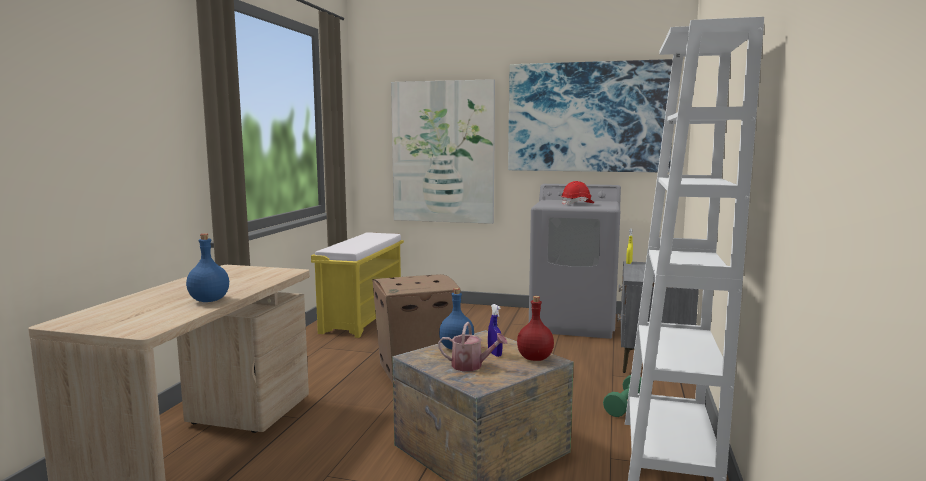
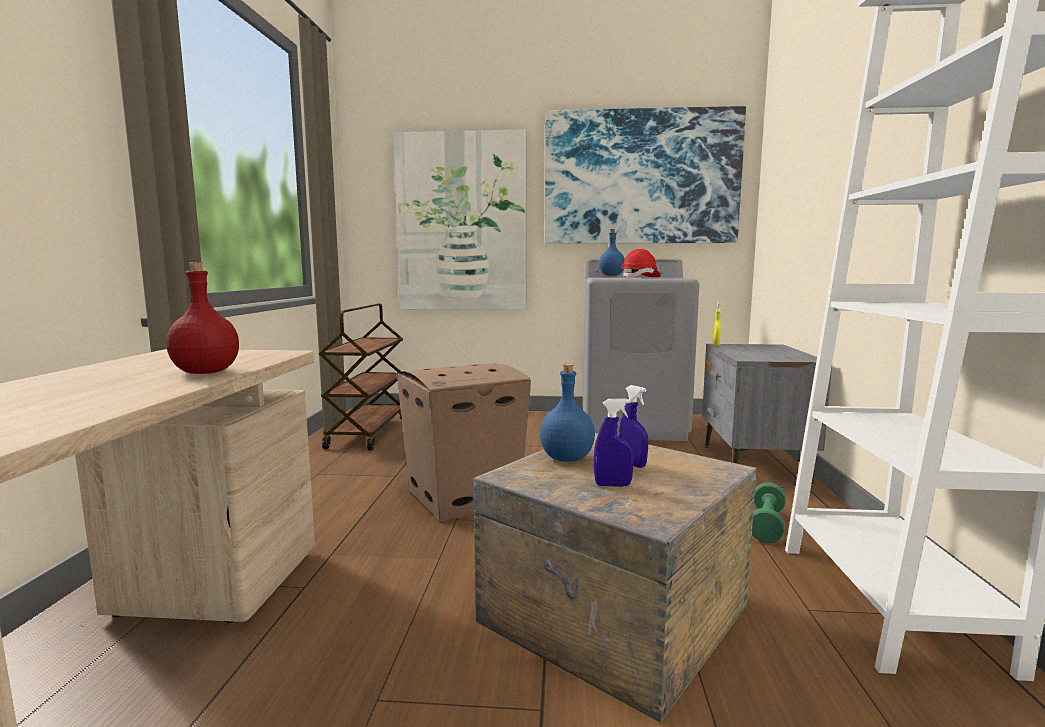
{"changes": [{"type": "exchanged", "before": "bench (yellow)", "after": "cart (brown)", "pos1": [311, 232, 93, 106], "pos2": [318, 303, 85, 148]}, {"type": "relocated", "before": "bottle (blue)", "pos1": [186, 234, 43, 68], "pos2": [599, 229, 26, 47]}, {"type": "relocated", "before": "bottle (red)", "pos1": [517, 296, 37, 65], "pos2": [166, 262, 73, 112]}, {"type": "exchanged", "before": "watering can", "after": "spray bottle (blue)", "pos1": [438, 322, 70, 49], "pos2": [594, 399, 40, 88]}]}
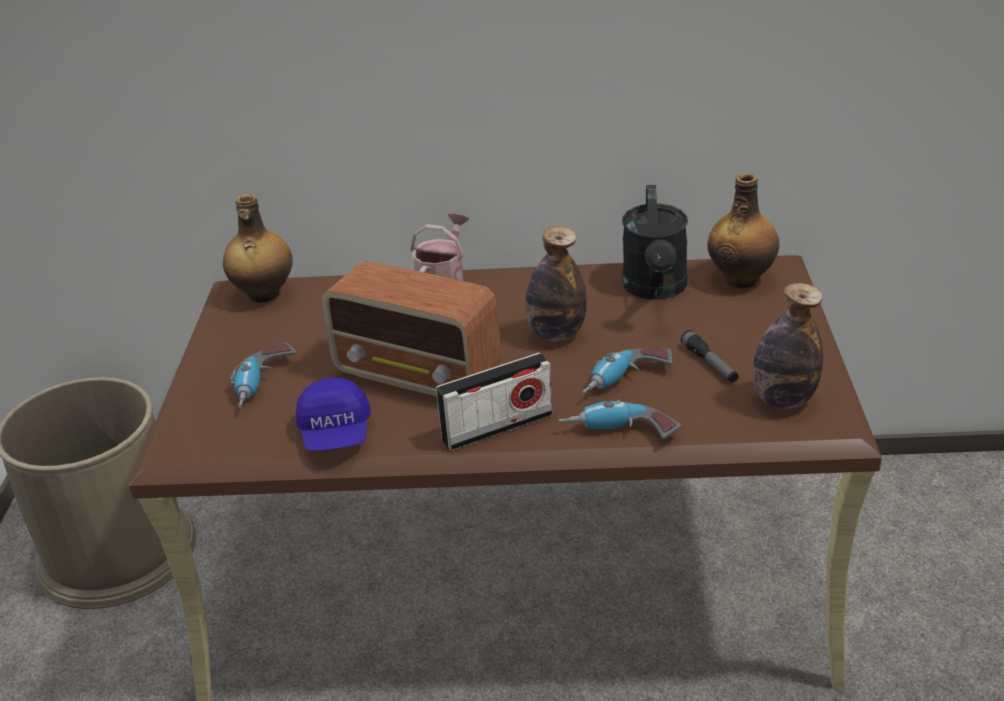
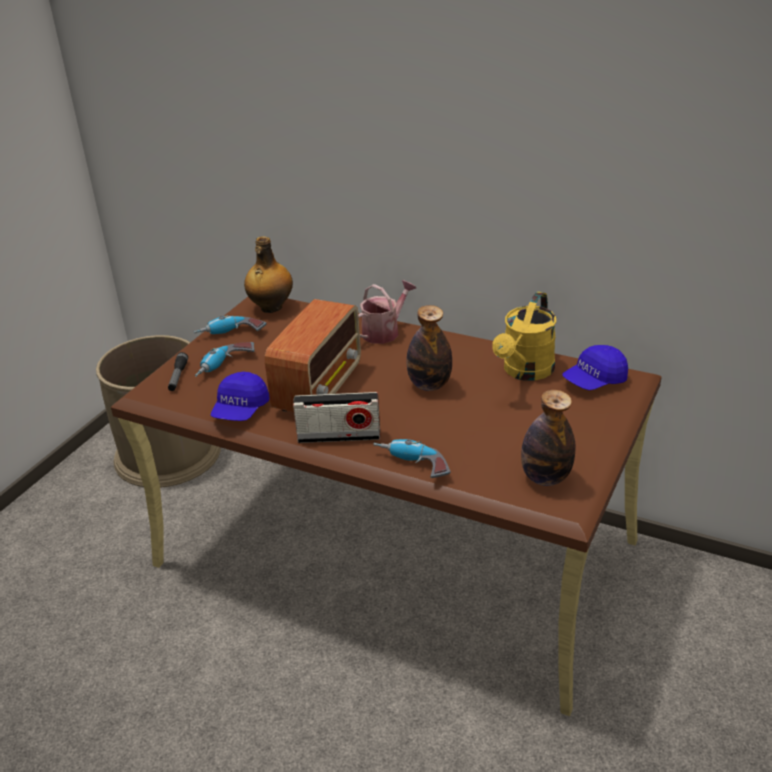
{"changes": [{"type": "exchanged", "before": "bottle", "after": "cap (blue)", "pos1": [708, 173, 71, 115], "pos2": [562, 345, 66, 45]}, {"type": "colour", "before": "watering can (black)", "after": "watering can (yellow)", "pos1": [622, 185, 66, 115], "pos2": [492, 291, 64, 90]}, {"type": "spun", "before": "radio", "pos1": [322, 261, 179, 136], "pos2": [265, 299, 96, 113], "turn": -120}, {"type": "relocated", "before": "flashlight", "pos1": [681, 330, 58, 52], "pos2": [168, 352, 20, 39]}, {"type": "relocated", "before": "power drill", "pos1": [581, 348, 91, 47], "pos2": [193, 315, 73, 19]}]}
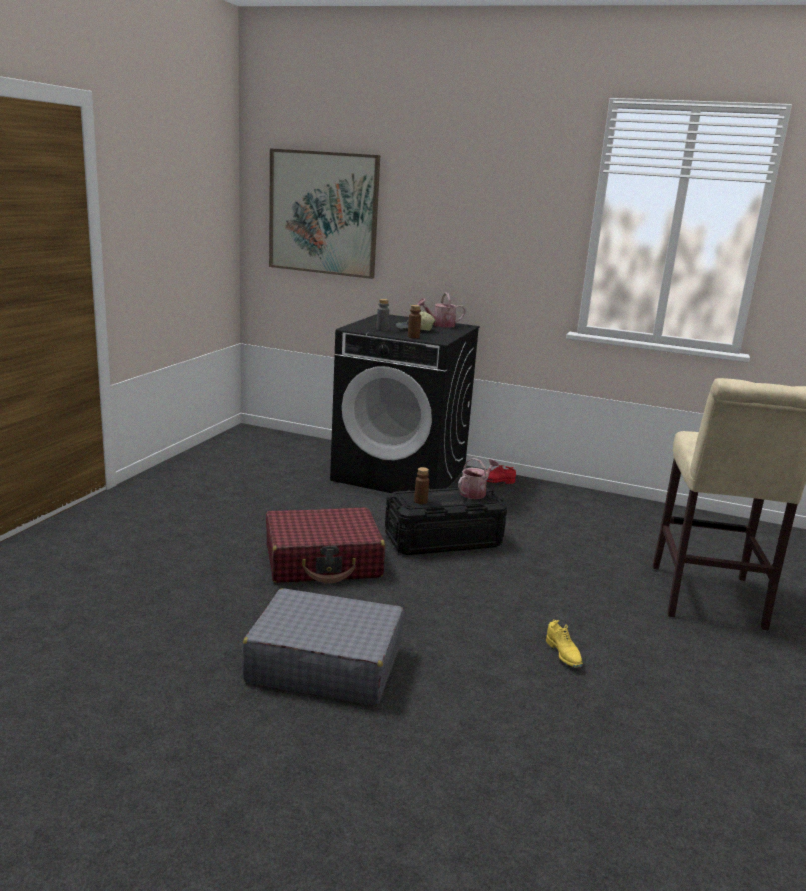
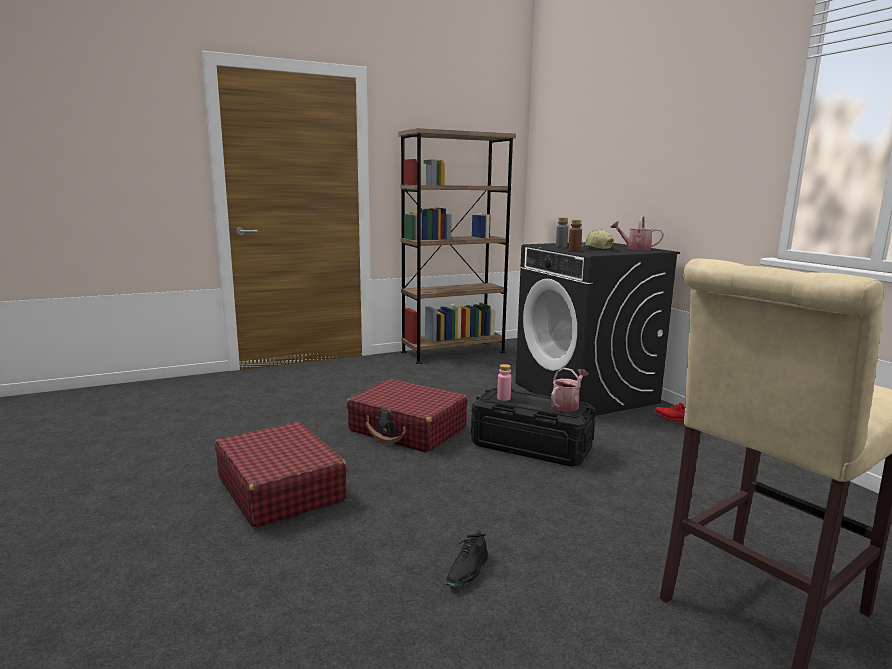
{"changes": [{"type": "missing", "before": "picture", "pos1": [269, 148, 111, 131]}, {"type": "spun", "before": "watering can", "pos1": [458, 458, 40, 41], "pos2": [551, 368, 38, 44], "turn": -45}, {"type": "colour", "before": "bottle (brown)", "after": "bottle (pink)", "pos1": [414, 467, 15, 37], "pos2": [497, 364, 15, 37]}, {"type": "colour", "before": "suitcase (grey)", "after": "suitcase (red)", "pos1": [242, 588, 162, 117], "pos2": [215, 422, 132, 106]}, {"type": "colour", "before": "shoe (yellow)", "after": "shoe (black)", "pos1": [546, 620, 37, 48], "pos2": [446, 530, 42, 57]}, {"type": "appeared", "after": "bookcase (brown)", "pos2": [398, 128, 118, 236]}]}
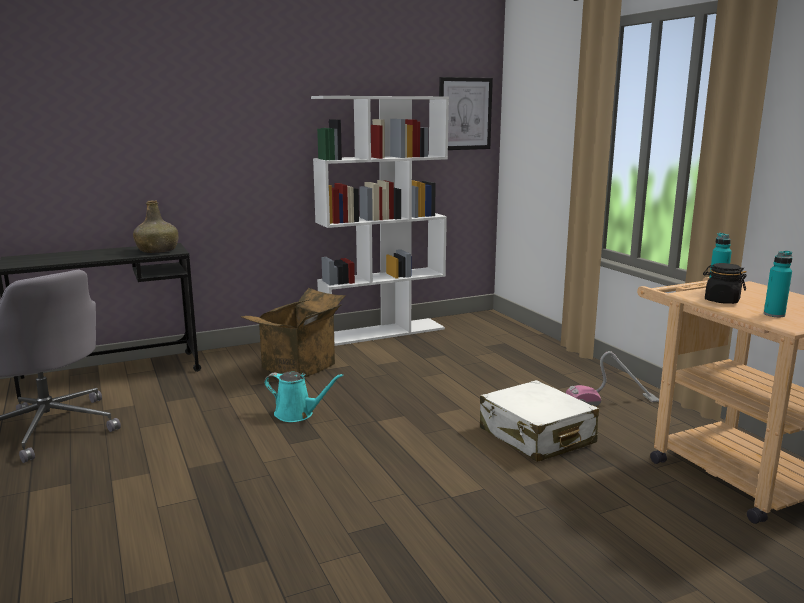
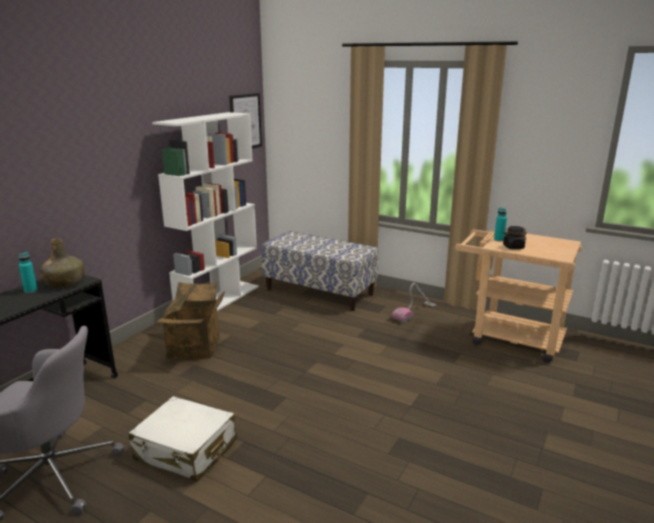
{"changes": [{"type": "relocated", "before": "bottle (turquoise)", "pos1": [764, 251, 28, 66], "pos2": [19, 252, 19, 41]}, {"type": "missing", "before": "watering can (turquoise)", "pos1": [264, 372, 79, 50]}, {"type": "relocated", "before": "suitcase (white)", "pos1": [480, 380, 119, 82], "pos2": [128, 396, 109, 86]}, {"type": "appeared", "after": "bench", "pos2": [261, 231, 117, 80]}]}
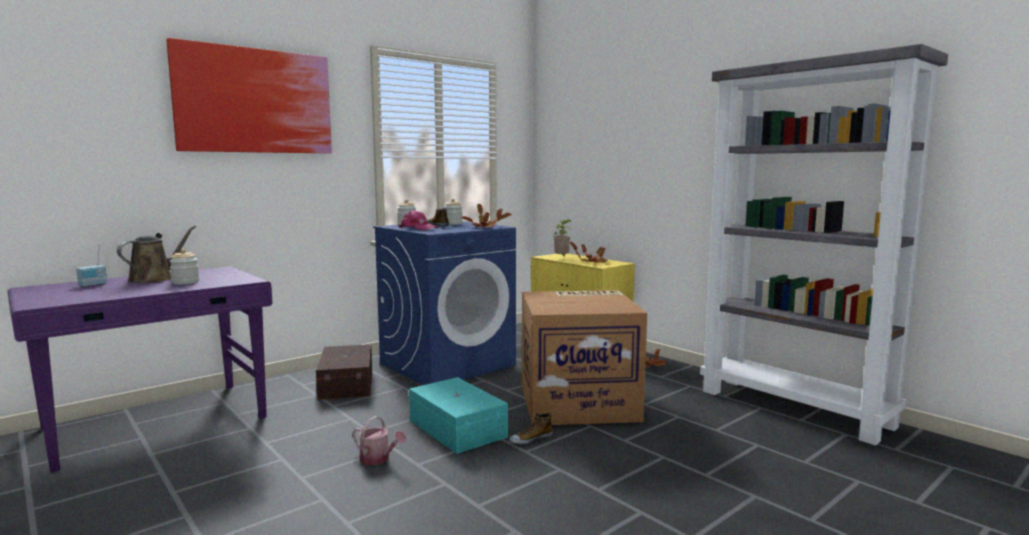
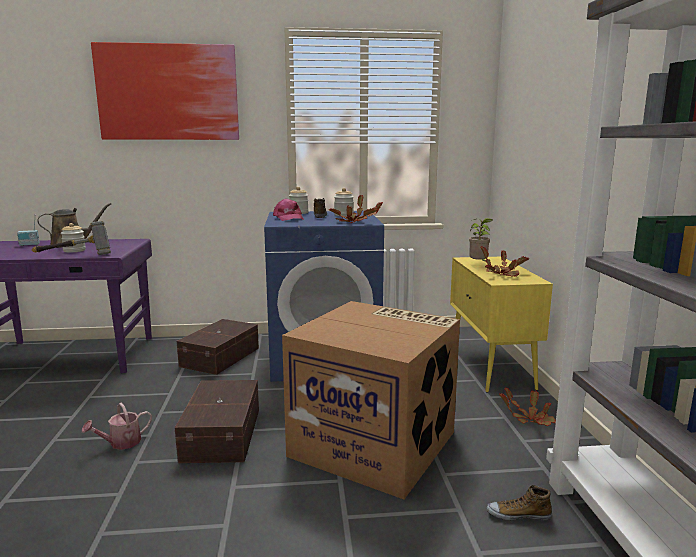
{"changes": [{"type": "colour", "before": "storage box (turquoise)", "after": "storage box (brown)", "pos1": [409, 377, 99, 77], "pos2": [175, 380, 84, 83]}, {"type": "relocated", "before": "shoe", "pos1": [509, 413, 44, 32], "pos2": [487, 485, 65, 36]}, {"type": "spun", "before": "watering can", "pos1": [352, 416, 54, 49], "pos2": [82, 403, 70, 47], "turn": 75}, {"type": "appeared", "after": "hammer", "pos2": [32, 221, 79, 34]}]}
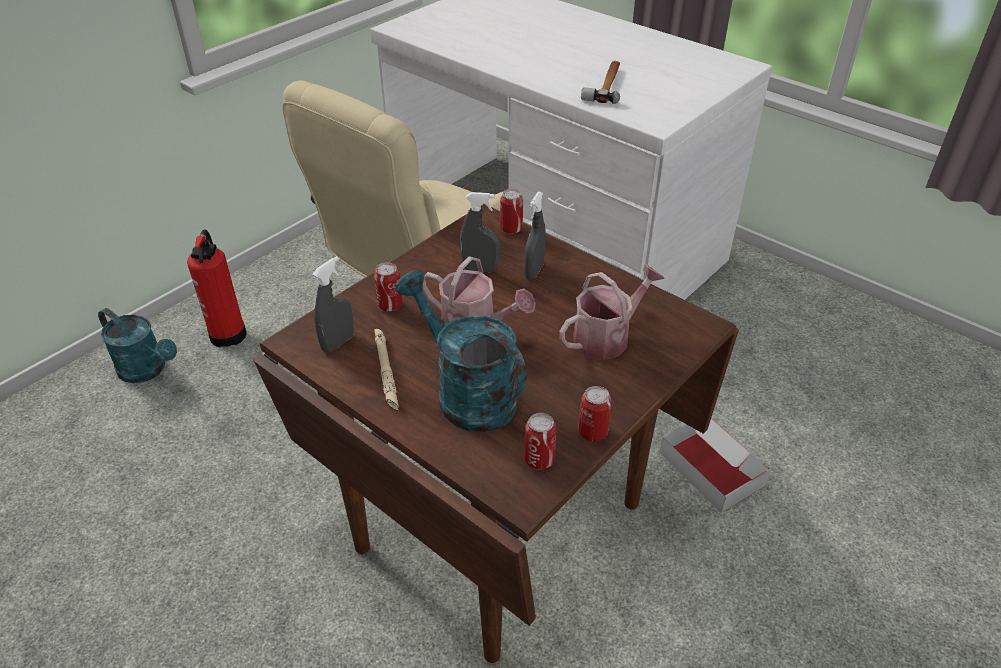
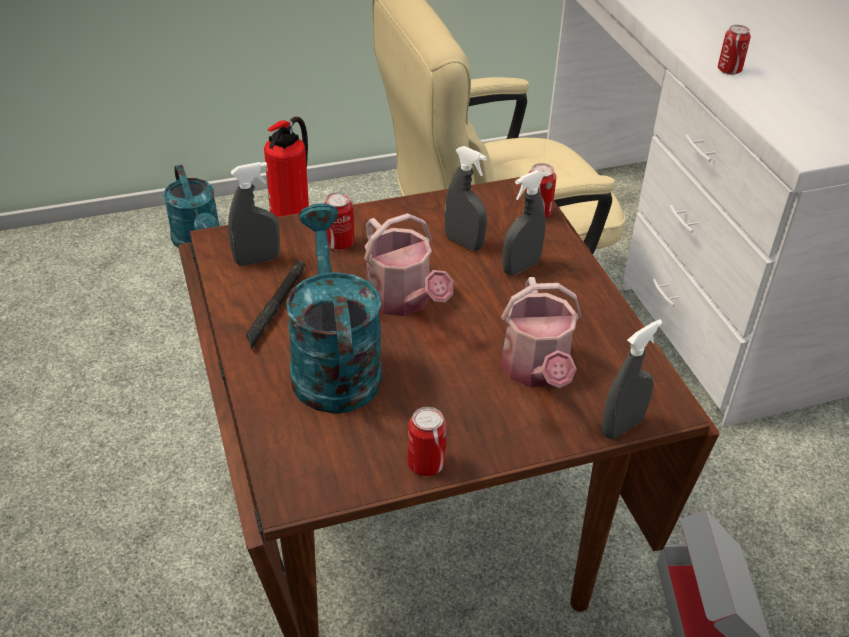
{"changes": [{"type": "missing", "before": "hammer", "pos1": [581, 61, 39, 43]}, {"type": "spun", "before": "watering can", "pos1": [559, 264, 106, 96], "pos2": [501, 277, 81, 111], "turn": 90}, {"type": "colour", "before": "flashlight (beige)", "after": "flashlight (black)", "pos1": [374, 329, 25, 82], "pos2": [246, 260, 59, 89]}, {"type": "relocated", "before": "can", "pos1": [524, 413, 33, 56], "pos2": [718, 25, 33, 50]}, {"type": "appeared", "after": "spray bottle (grey)", "pos2": [602, 319, 61, 120]}]}
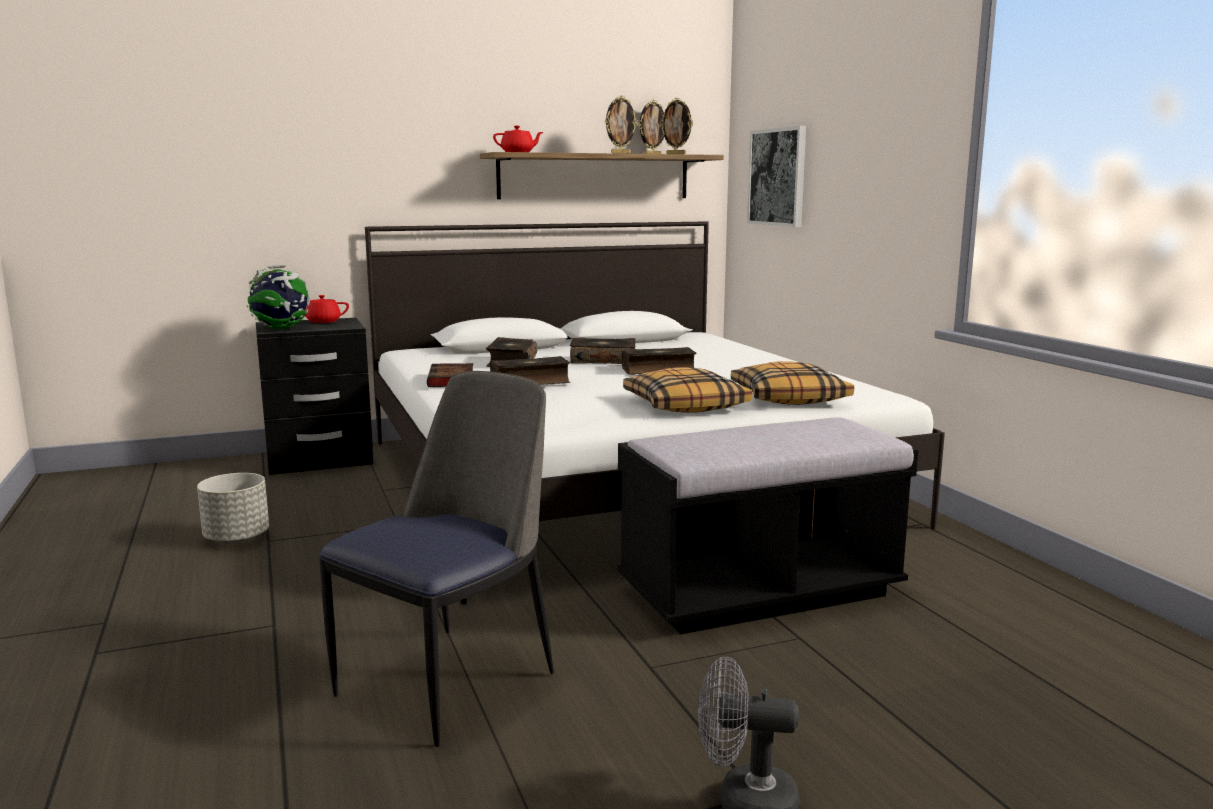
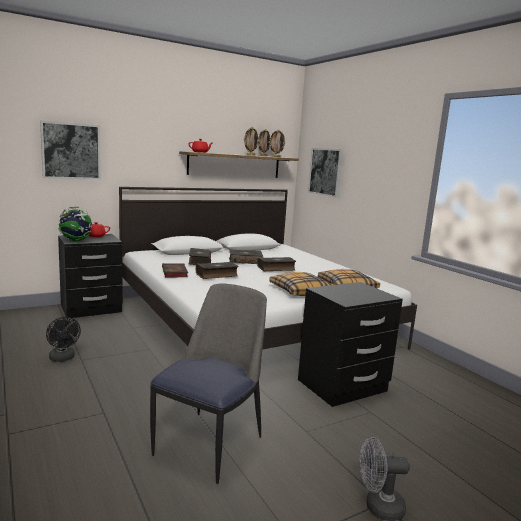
{"changes": [{"type": "exchanged", "before": "bench (black)", "after": "nightstand (black)", "pos1": [617, 417, 301, 218], "pos2": [298, 282, 105, 125]}, {"type": "exchanged", "before": "planter (grey)", "after": "fan (black)", "pos1": [197, 473, 72, 71], "pos2": [46, 317, 35, 45]}, {"type": "appeared", "after": "picture", "pos2": [40, 120, 61, 60]}]}
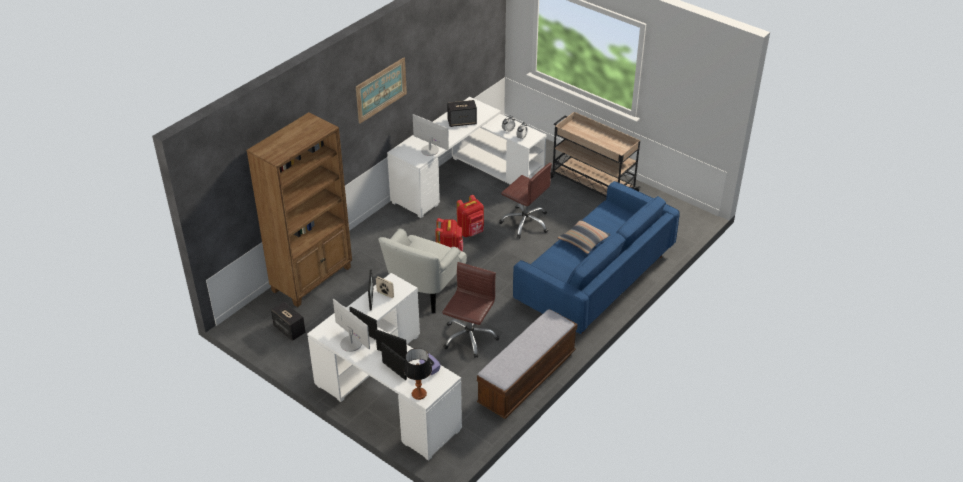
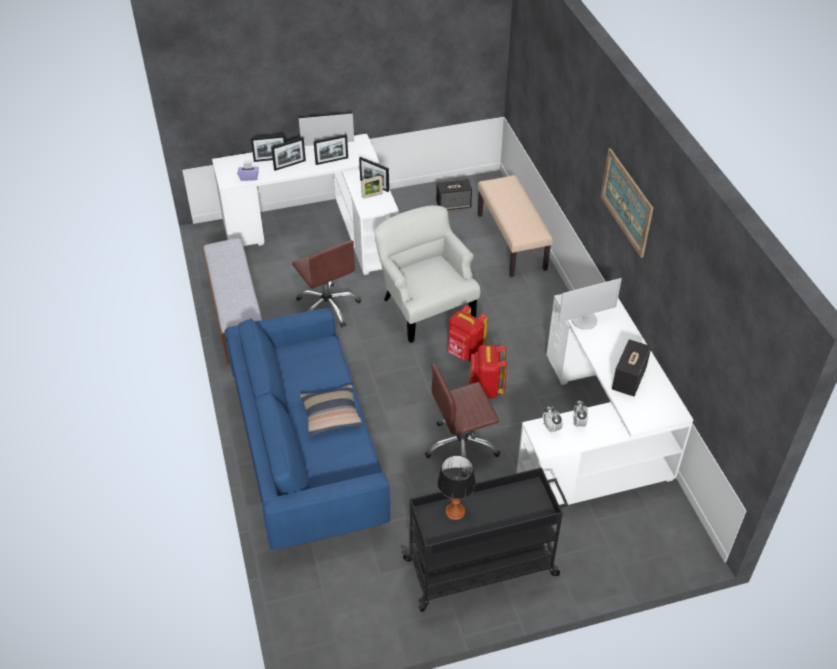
{"changes": [{"type": "exchanged", "before": "bookcase (brown)", "after": "bench (beige)", "pos1": [246, 112, 106, 195], "pos2": [478, 175, 75, 102]}, {"type": "colour", "before": "cart (beige)", "after": "cart (black)", "pos1": [551, 112, 90, 85], "pos2": [401, 467, 167, 145]}, {"type": "relocated", "before": "table lamp", "pos1": [404, 348, 28, 52], "pos2": [437, 455, 39, 65]}]}
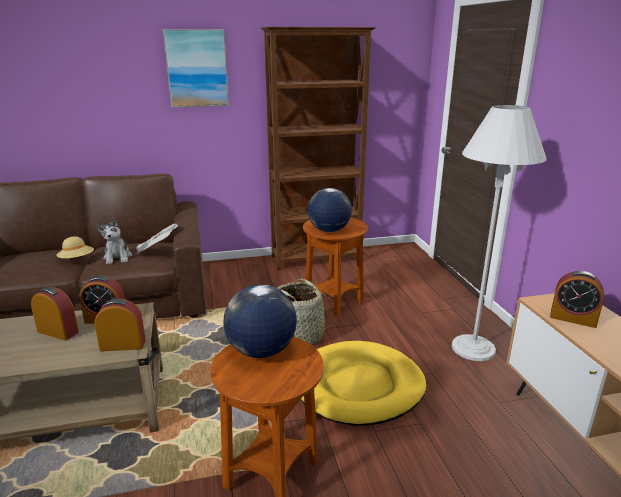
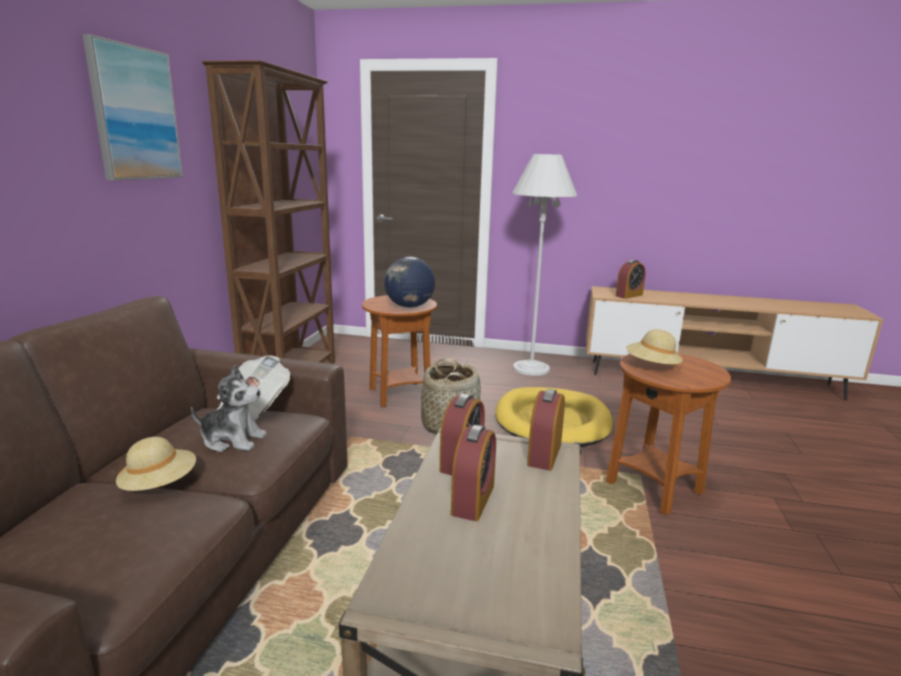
{"changes": [{"type": "exchanged", "before": "globe", "after": "hat (beige)", "pos1": [224, 284, 73, 74], "pos2": [626, 329, 57, 40]}, {"type": "spun", "before": "alarm clock", "pos1": [31, 287, 48, 54], "pos2": [451, 425, 45, 96], "turn": 150}]}
